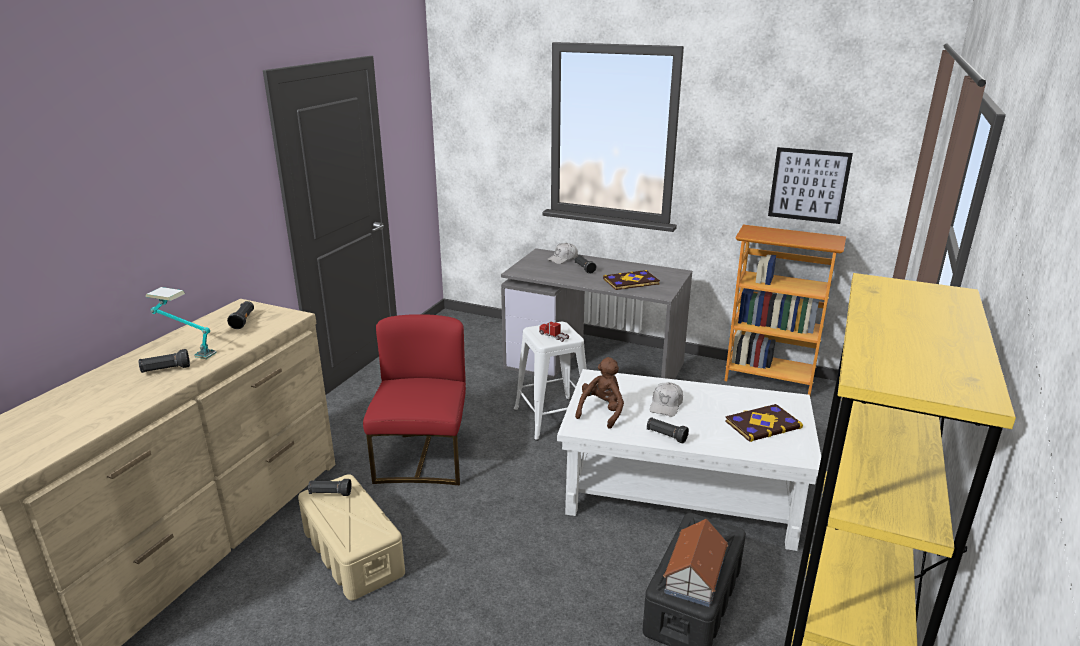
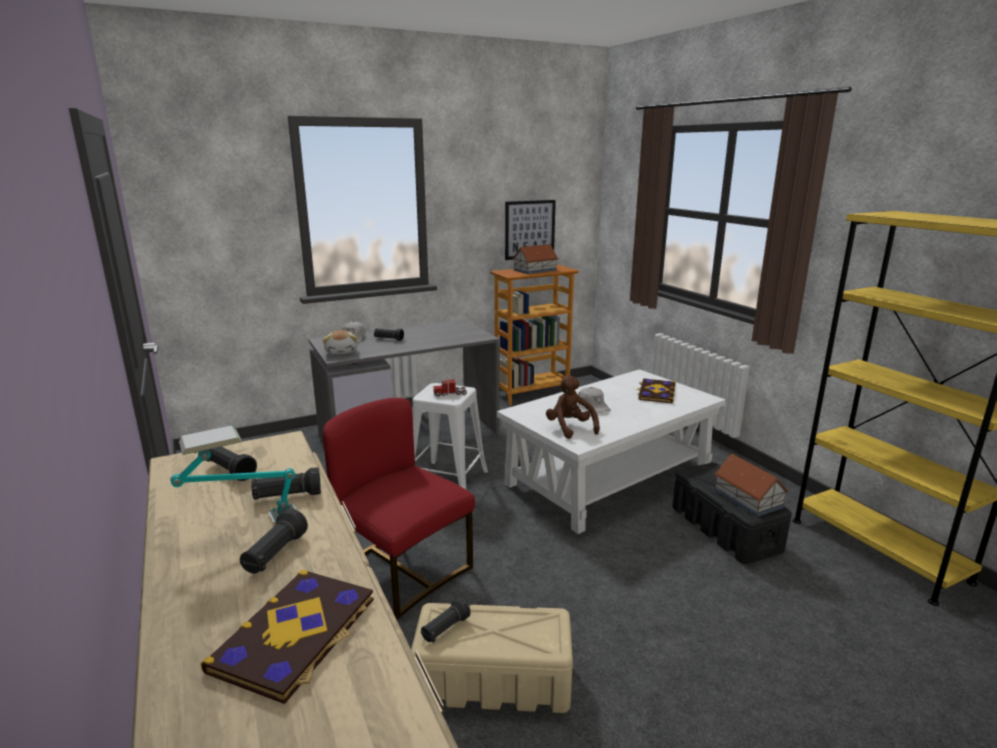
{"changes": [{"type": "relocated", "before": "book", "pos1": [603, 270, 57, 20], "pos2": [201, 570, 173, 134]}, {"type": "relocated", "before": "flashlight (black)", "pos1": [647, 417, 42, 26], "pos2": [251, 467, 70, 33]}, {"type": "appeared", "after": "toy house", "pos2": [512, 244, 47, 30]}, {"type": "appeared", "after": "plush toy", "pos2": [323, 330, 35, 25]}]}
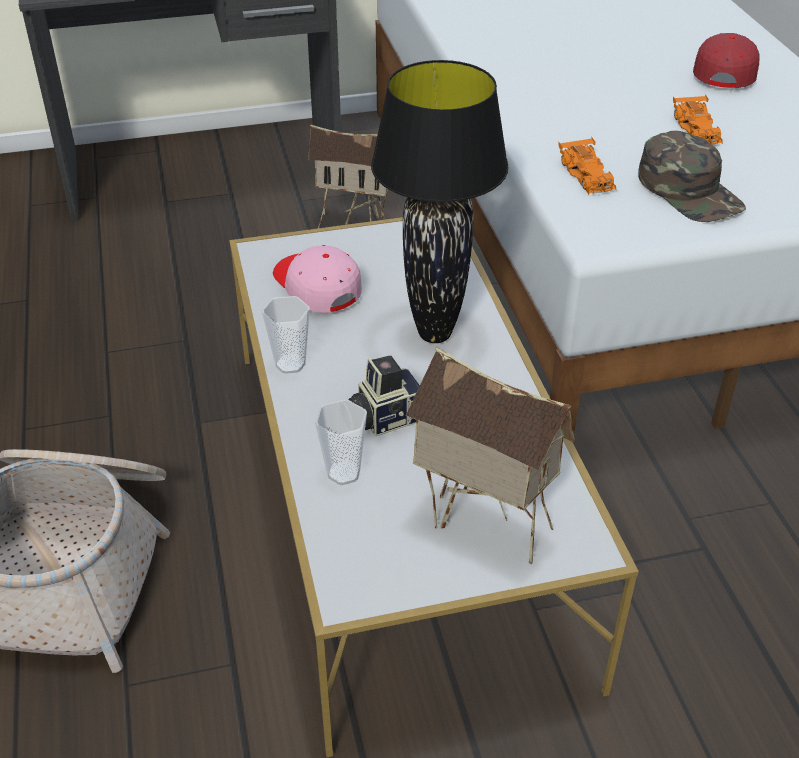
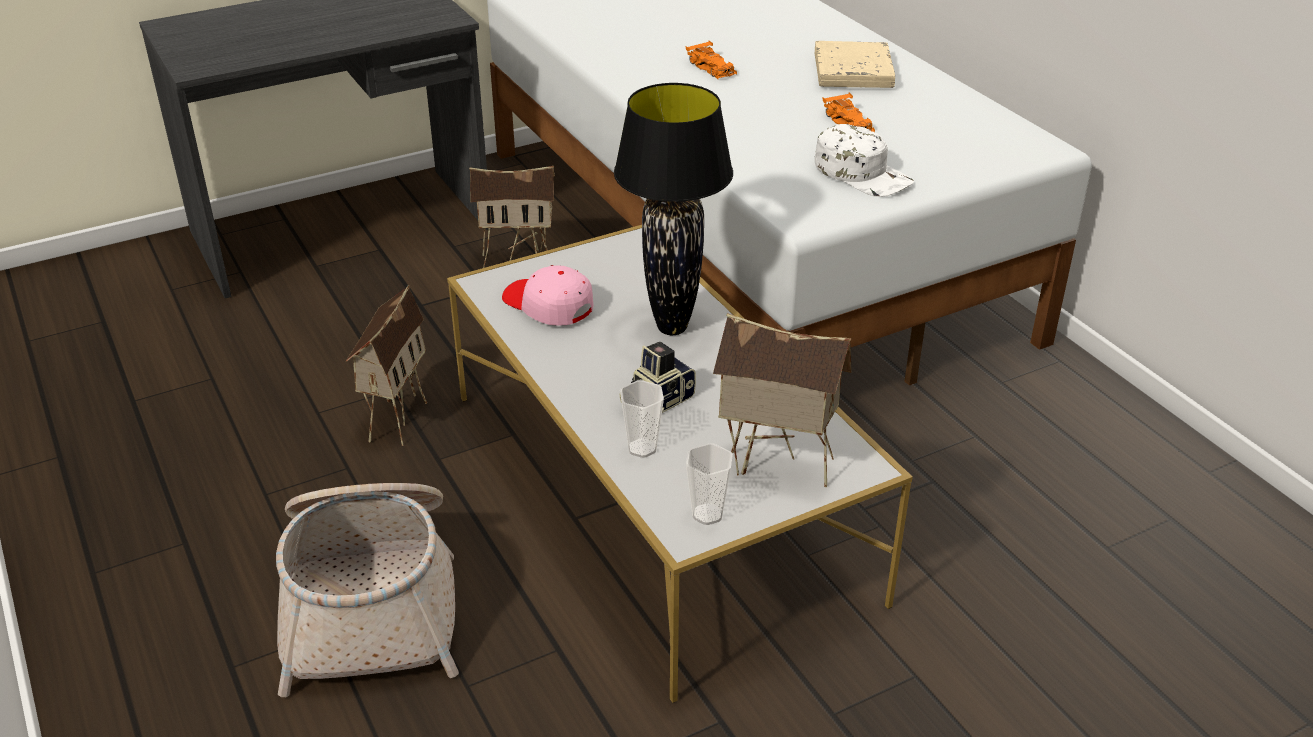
{"changes": [{"type": "exchanged", "before": "cap (red)", "after": "book (beige)", "pos1": [693, 33, 67, 55], "pos2": [815, 41, 80, 47]}, {"type": "colour", "before": "cap (green)", "after": "cap (white)", "pos1": [638, 131, 108, 91], "pos2": [815, 124, 99, 73]}, {"type": "relocated", "before": "toy car (orange)", "pos1": [559, 137, 57, 57], "pos2": [686, 41, 51, 38]}, {"type": "relocated", "before": "cup", "pos1": [262, 296, 48, 78], "pos2": [686, 443, 47, 82]}, {"type": "appeared", "after": "toy house", "pos2": [346, 285, 81, 161]}]}
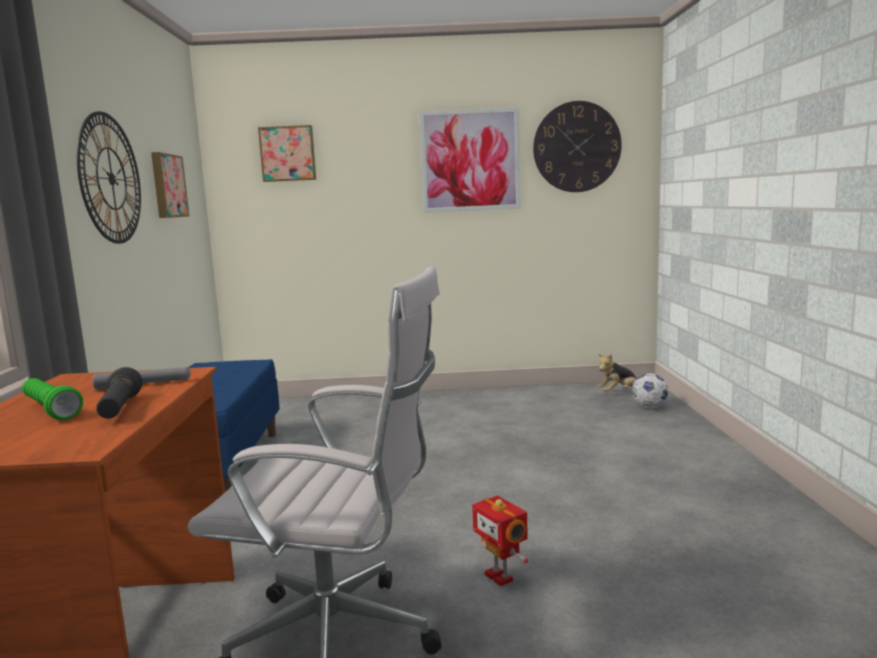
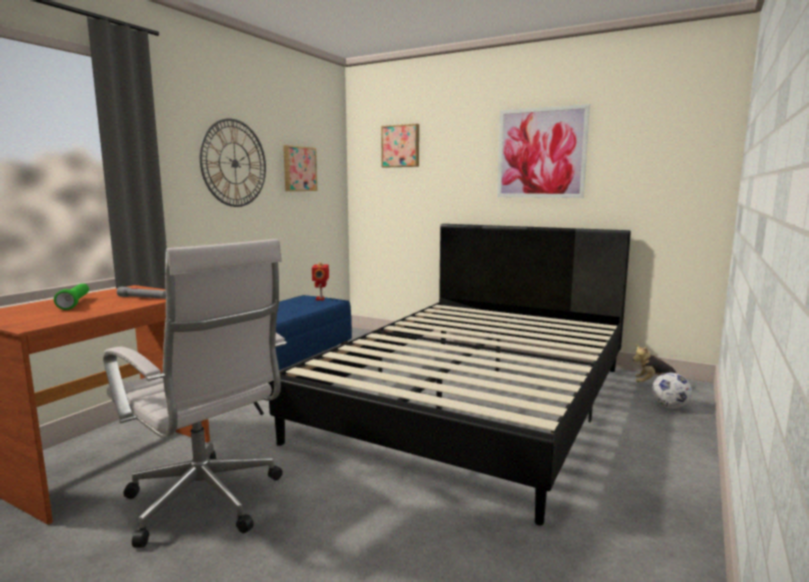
{"changes": [{"type": "missing", "before": "wall clock", "pos1": [533, 101, 89, 91]}, {"type": "missing", "before": "flashlight (black)", "pos1": [96, 367, 47, 51]}, {"type": "relocated", "before": "toy robot", "pos1": [472, 496, 56, 90], "pos2": [312, 262, 17, 39]}, {"type": "appeared", "after": "bed (black)", "pos2": [268, 224, 363, 302]}]}
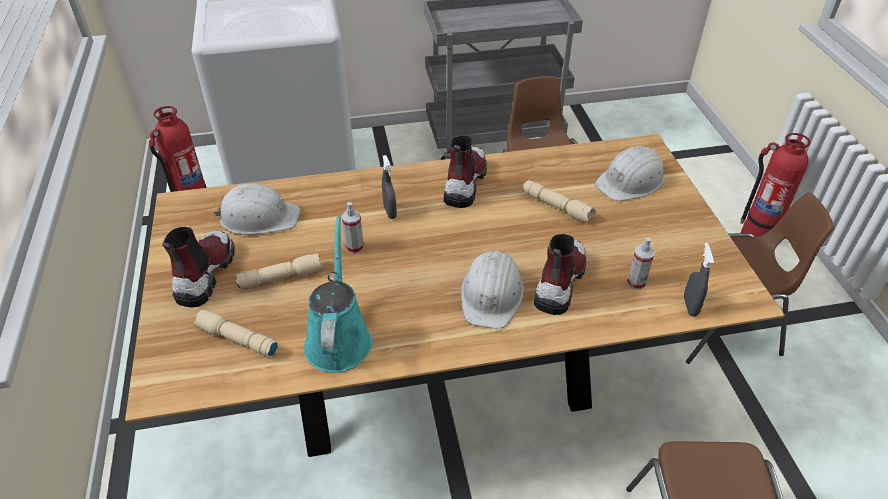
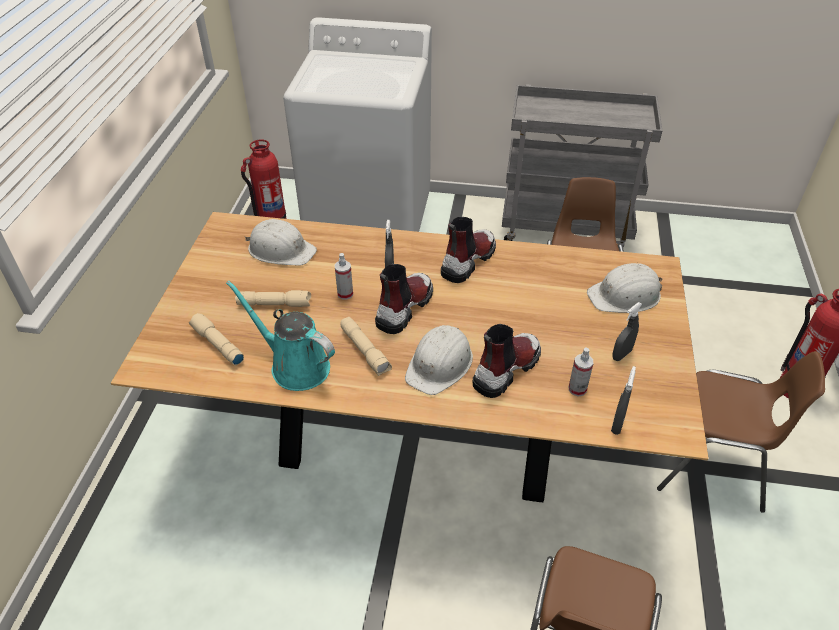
{"changes": [{"type": "relocated", "before": "flashlight (beige)", "pos1": [523, 180, 73, 43], "pos2": [341, 317, 51, 59]}, {"type": "spun", "before": "watering can (turquoise)", "pos1": [304, 216, 69, 157], "pos2": [226, 281, 109, 110], "turn": -75}, {"type": "relocated", "before": "boot", "pos1": [162, 227, 73, 81], "pos2": [375, 264, 58, 70]}, {"type": "appeared", "after": "spray bottle (grey)", "pos2": [612, 302, 30, 59]}]}
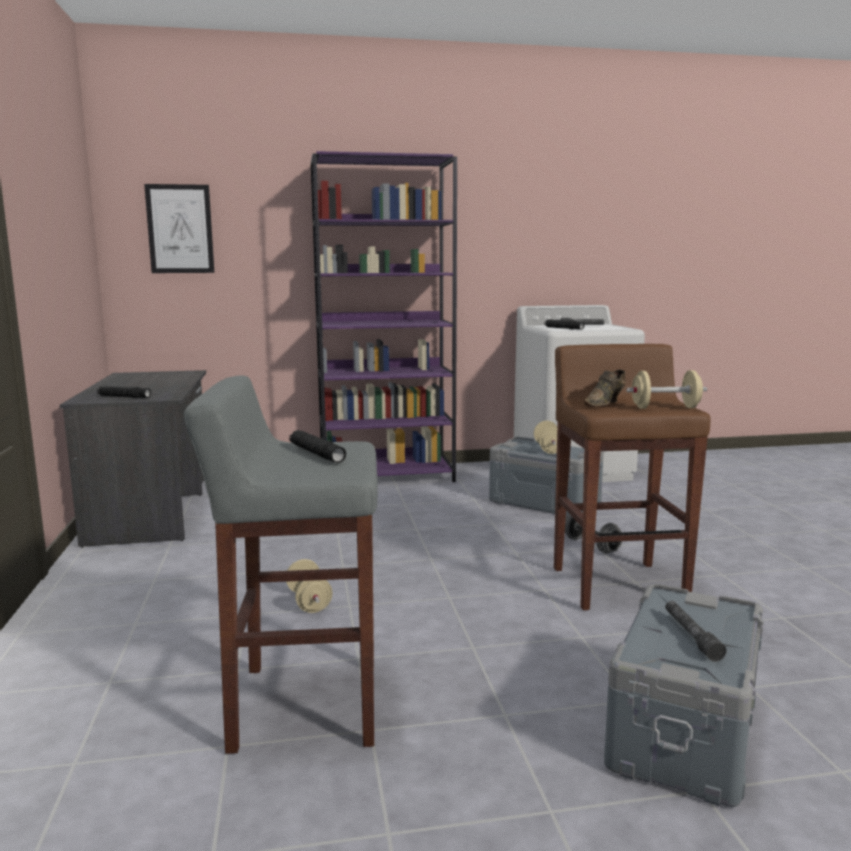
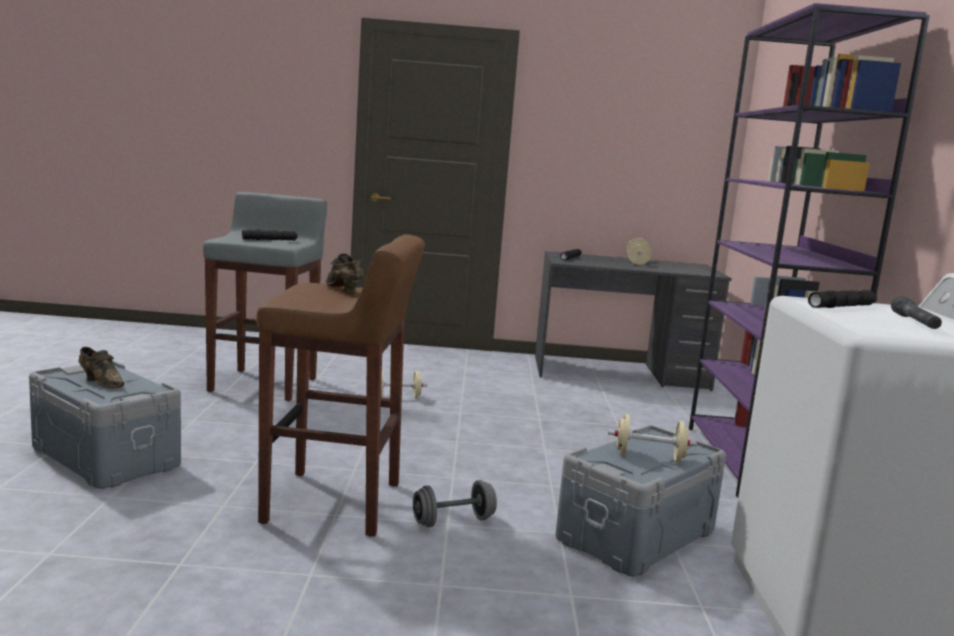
{"changes": [{"type": "missing", "before": "picture", "pos1": [144, 184, 70, 89]}, {"type": "relocated", "before": "dumbbell (beige)", "pos1": [627, 370, 80, 39], "pos2": [627, 238, 25, 27]}, {"type": "exchanged", "before": "flashlight (grey)", "after": "shoe (brown)", "pos1": [665, 601, 62, 61], "pos2": [78, 347, 47, 41]}]}
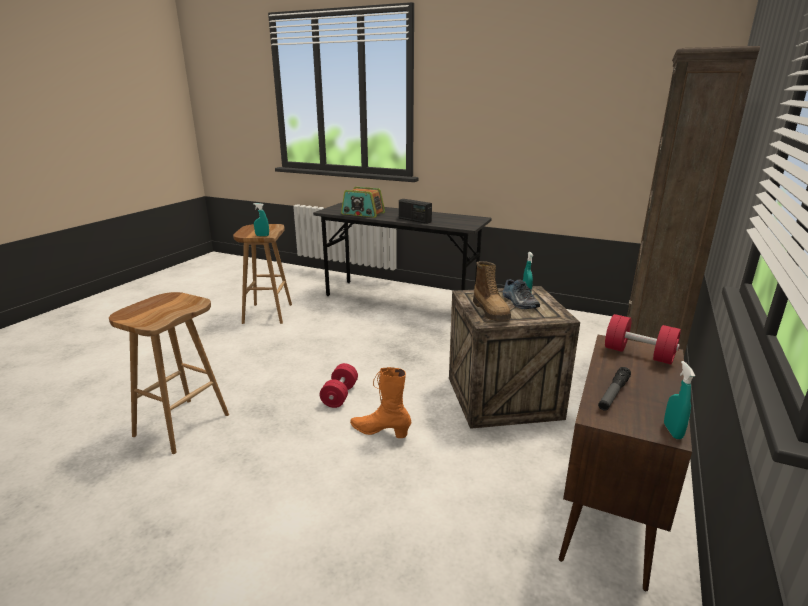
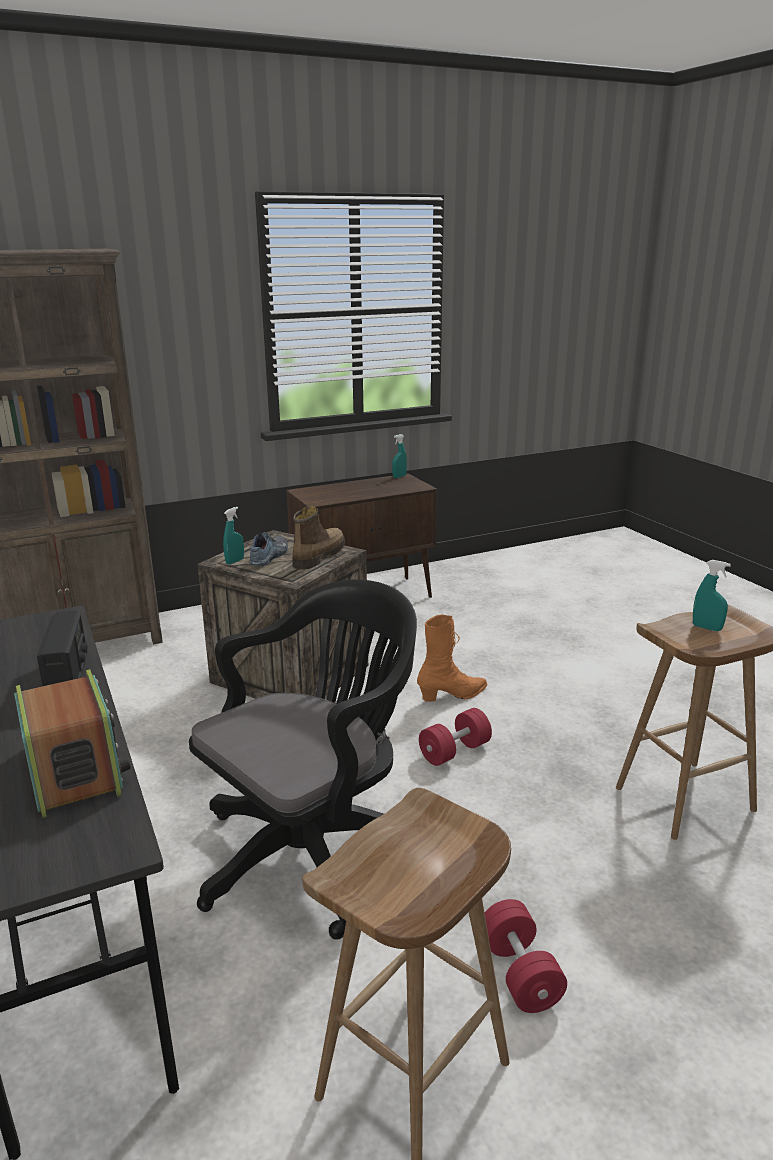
{"changes": [{"type": "relocated", "before": "spray bottle (turquoise)", "pos1": [253, 203, 16, 33], "pos2": [693, 560, 38, 71]}, {"type": "relocated", "before": "dumbbell (red)", "pos1": [605, 314, 76, 50], "pos2": [485, 899, 82, 114]}, {"type": "spun", "before": "boot (orange)", "pos1": [350, 367, 61, 71], "pos2": [417, 615, 70, 87], "turn": -90}, {"type": "missing", "before": "flashlight", "pos1": [598, 367, 33, 44]}, {"type": "appeared", "after": "office chair (black)", "pos2": [189, 580, 228, 360]}]}
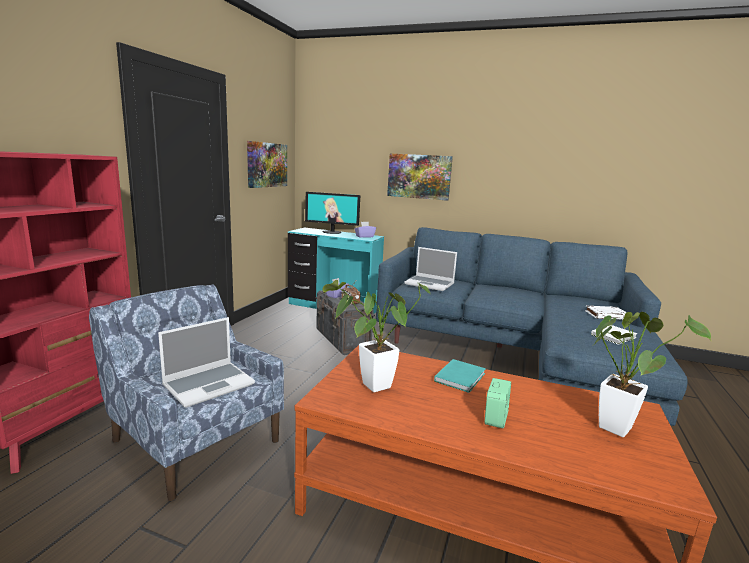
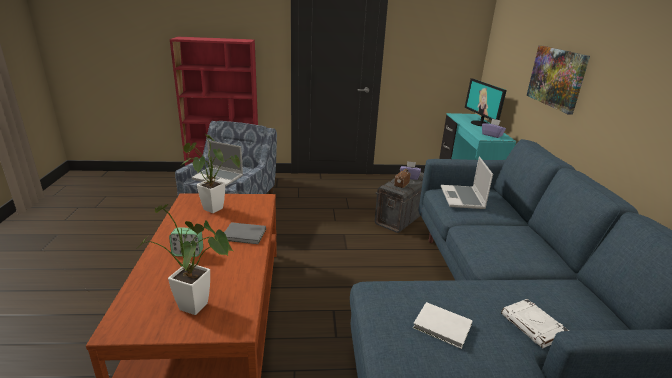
{"changes": [{"type": "missing", "before": "picture", "pos1": [247, 141, 40, 47]}, {"type": "colour", "before": "book (turquoise)", "after": "book (grey)", "pos1": [434, 359, 52, 34], "pos2": [224, 222, 42, 22]}]}
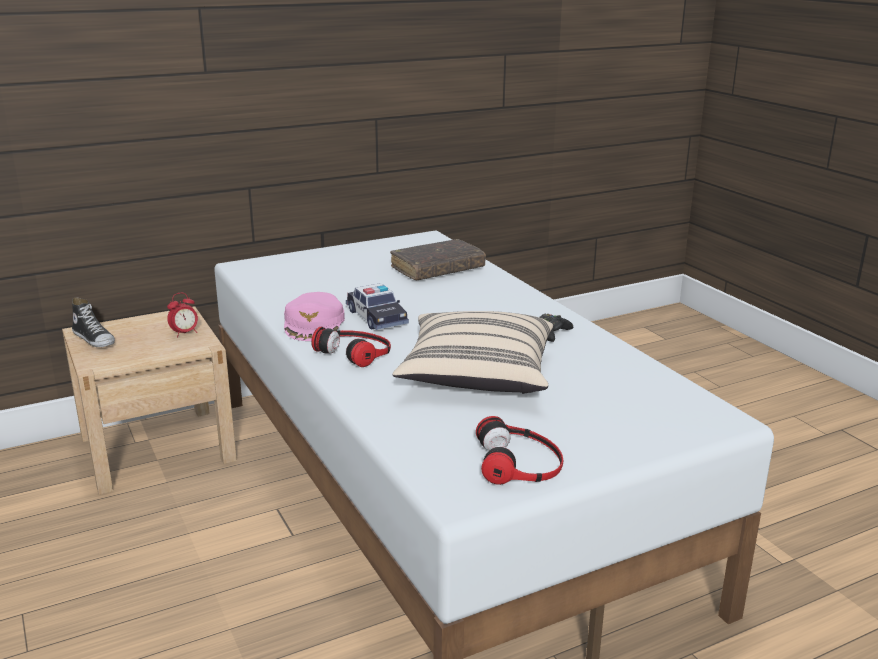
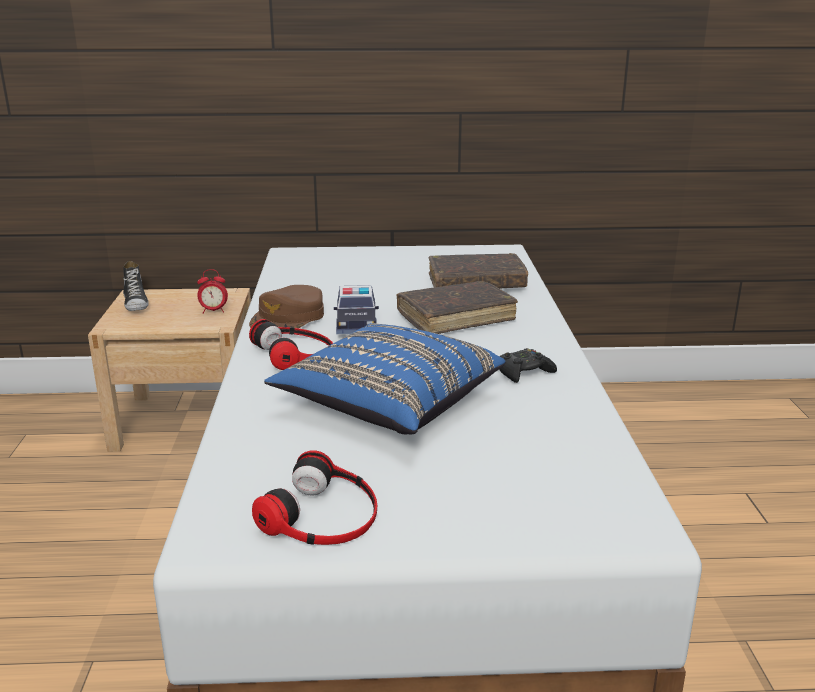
{"changes": [{"type": "colour", "before": "cap (pink)", "after": "cap (brown)", "pos1": [284, 292, 61, 49], "pos2": [249, 285, 75, 43]}, {"type": "colour", "before": "pillow (beige)", "after": "pillow (blue)", "pos1": [392, 311, 161, 83], "pos2": [264, 323, 242, 112]}, {"type": "appeared", "after": "book (brown)", "pos2": [396, 281, 122, 53]}]}
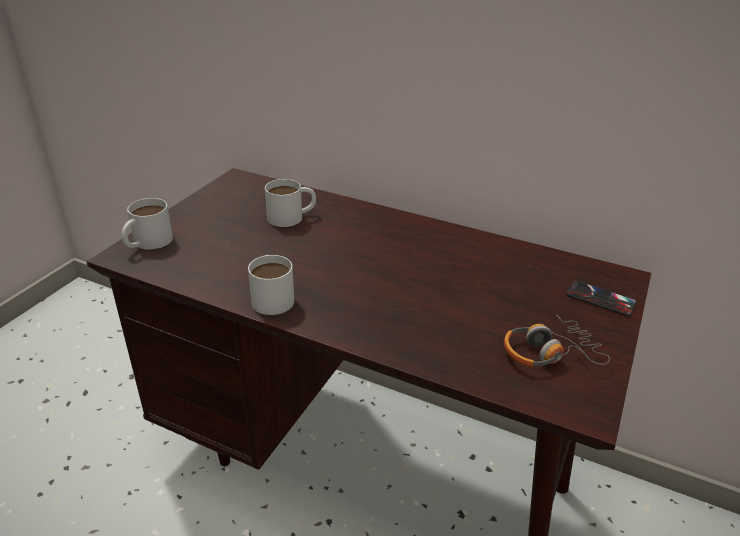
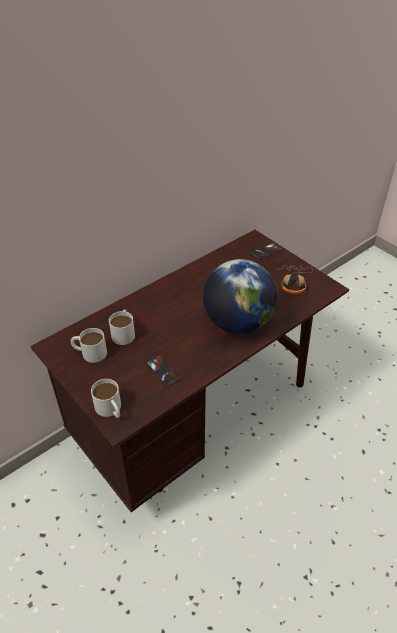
{"changes": [{"type": "relocated", "before": "mug (white)", "pos1": [248, 255, 46, 60], "pos2": [71, 328, 36, 35]}, {"type": "appeared", "after": "globe", "pos2": [203, 259, 74, 74]}, {"type": "appeared", "after": "phone", "pos2": [146, 355, 35, 32]}]}
